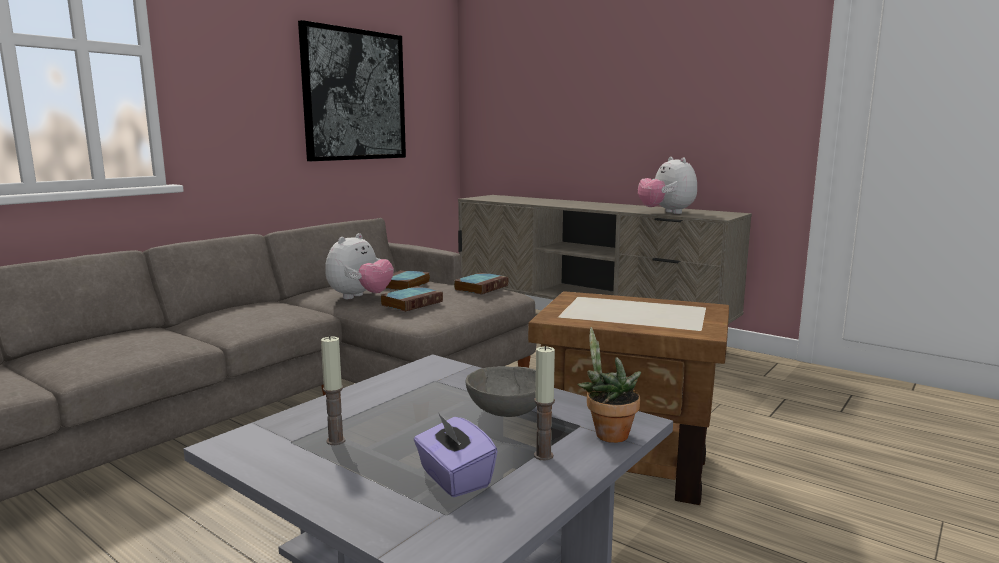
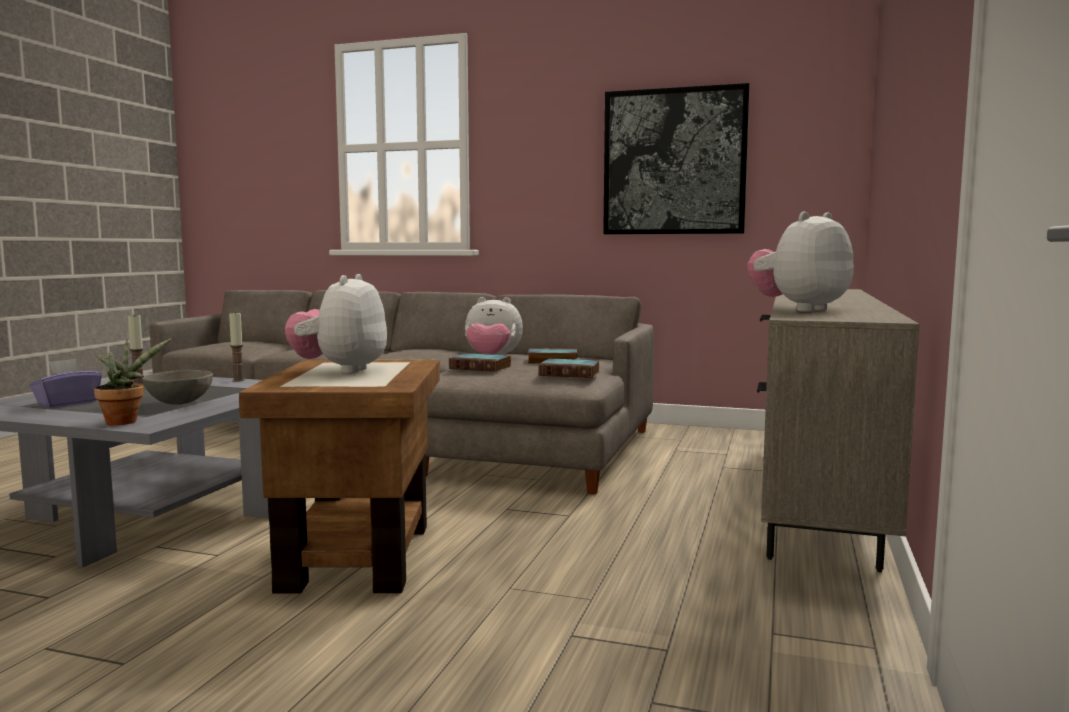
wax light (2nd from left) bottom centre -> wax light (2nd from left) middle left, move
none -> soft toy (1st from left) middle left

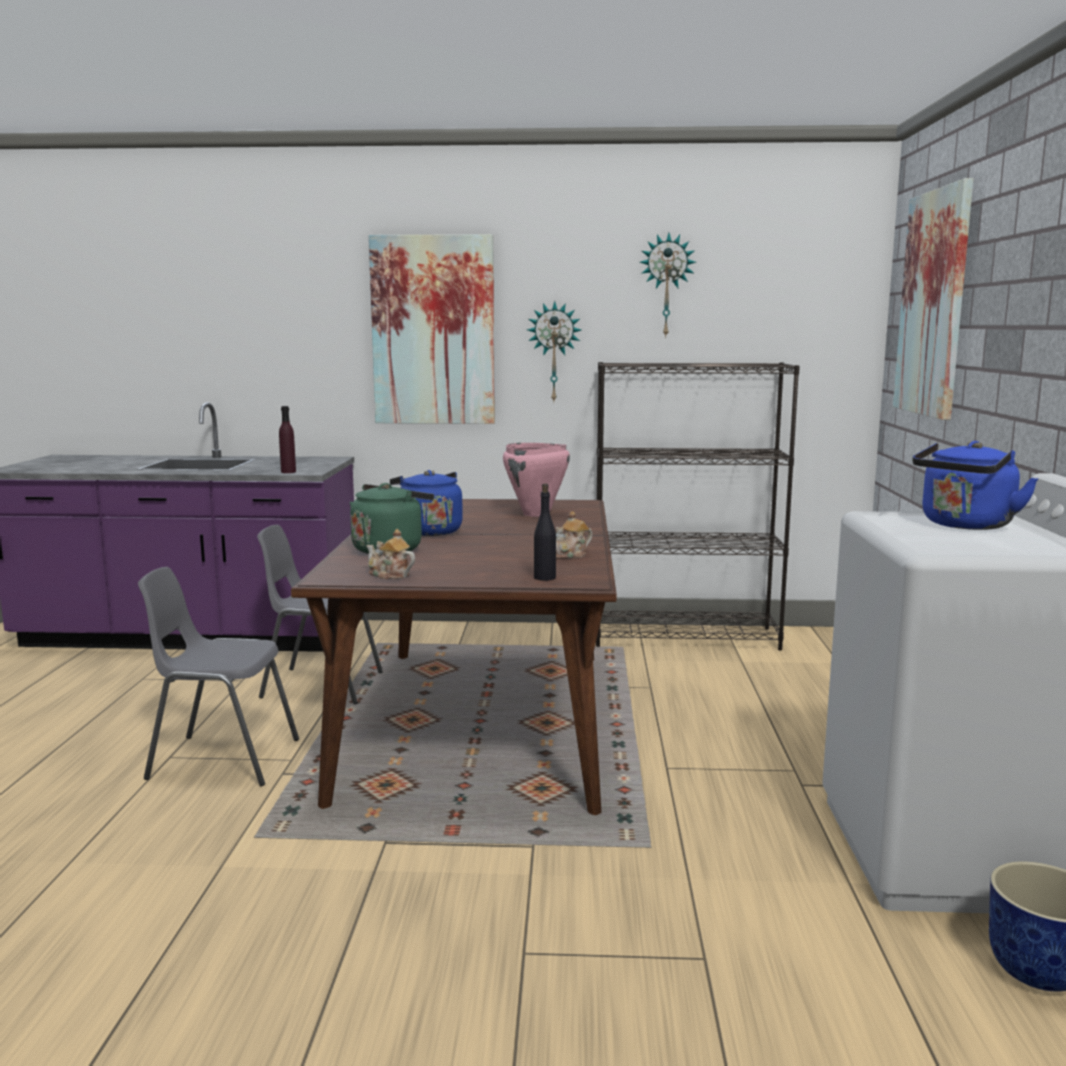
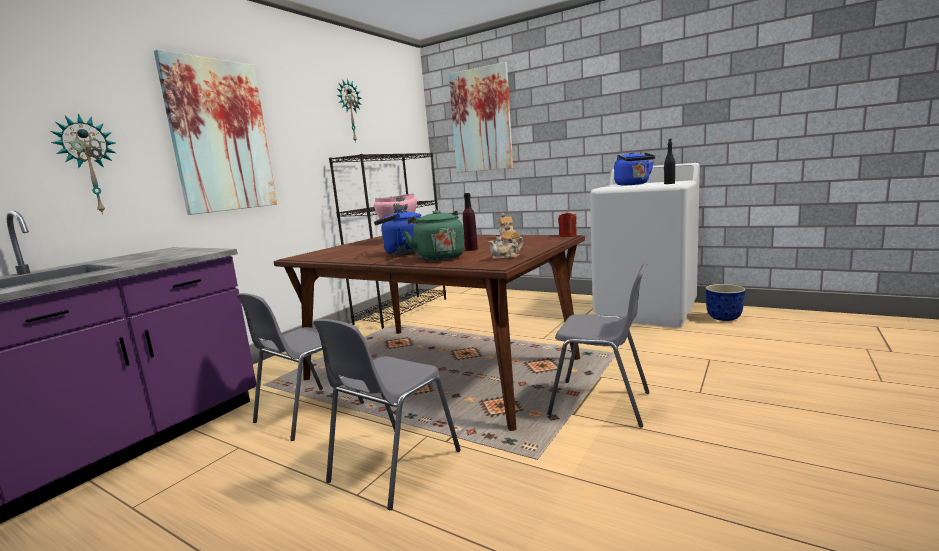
purple bottle middle left -> purple bottle centre, move
hanging clock (1st from left) top centre -> hanging clock (1st from left) top left, move
black-coloured bottle centre -> black-coloured bottle top right, move
none -> grey chair (3rd from left) centre
none -> reddish wax light centre

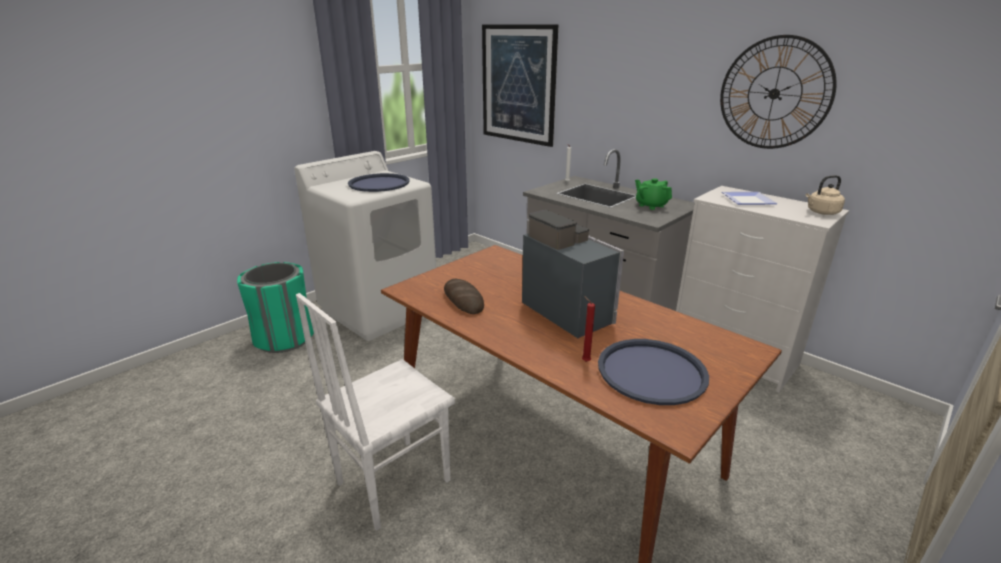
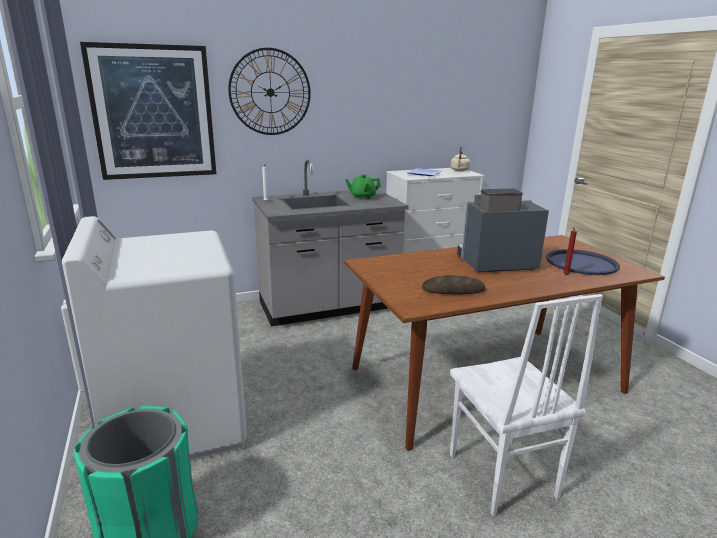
blue-coloured serving tray (1st from left) top centre -> none
hanging clock top right -> hanging clock top centre, move

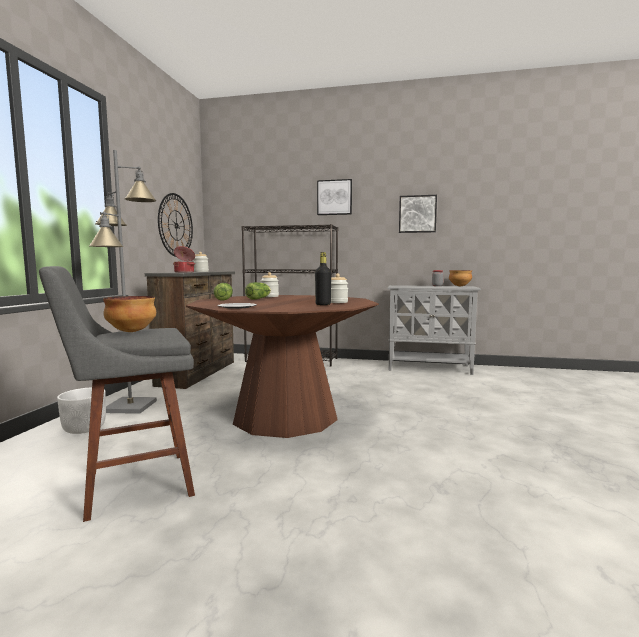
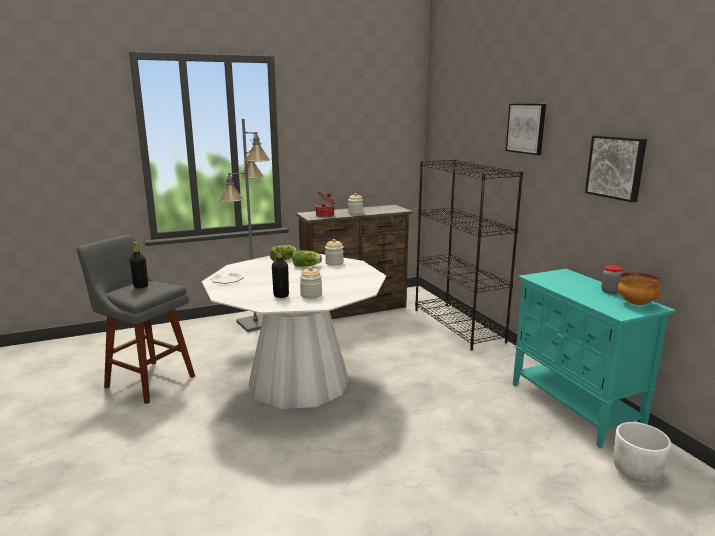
white-coloured plant pot middle left -> white-coloured plant pot bottom right, move
serving bowl (1st from left) middle left -> black-coloured bottle (1st from left) middle left
hanging clock middle left -> none
brown-coloured kitchen table centre -> white-coloured kitchen table centre
grey cupboard middle right -> blue-green cupboard bottom right

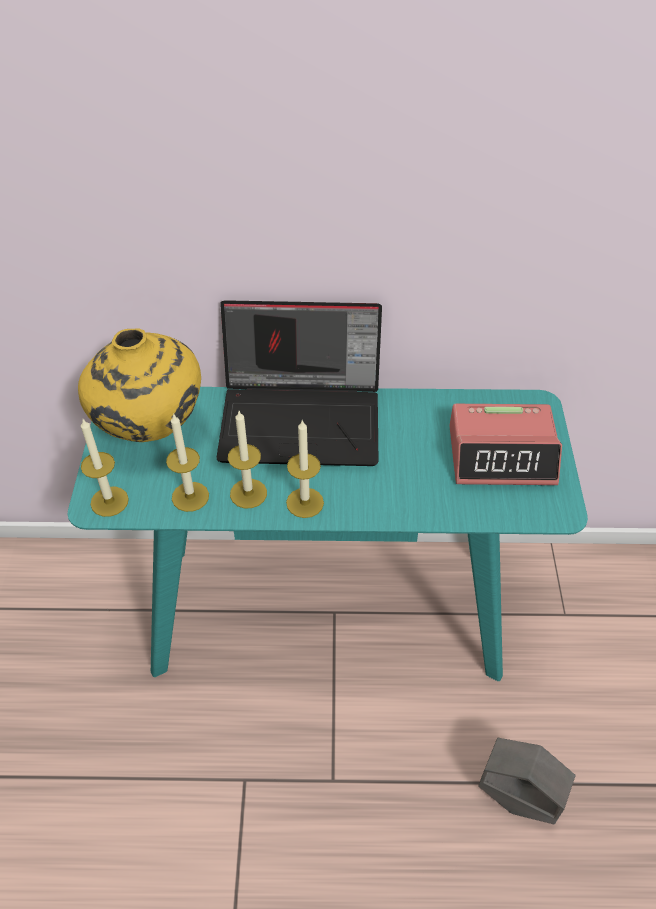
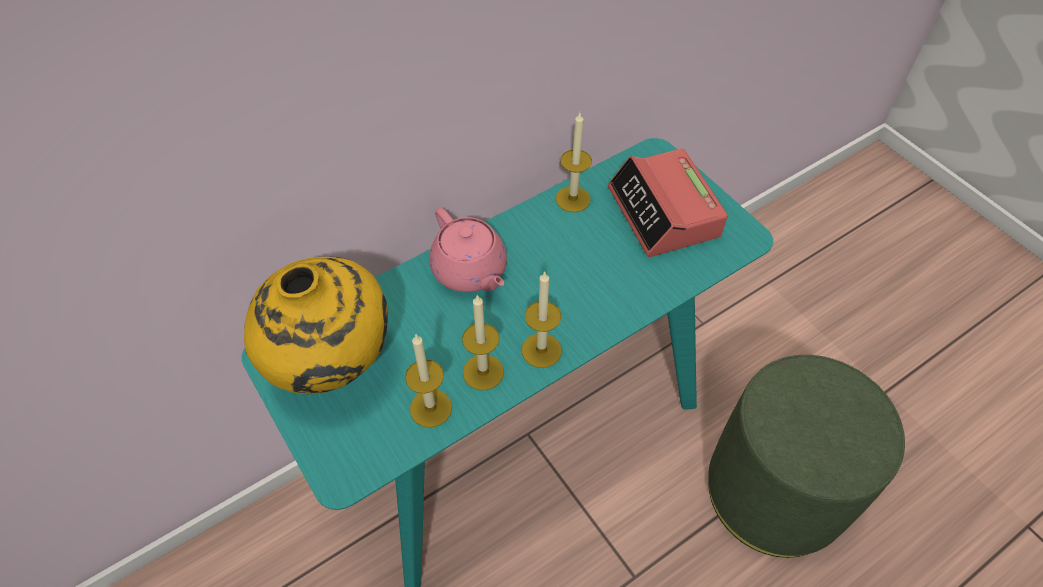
wax light (1st from left in the first image) middle left -> wax light (4th from left) top centre, move
portable computer centre -> pinkish teapot centre
alarm clock middle right -> alarm clock centre, 105 degrees clockwise
grey plant pot bottom right -> green ottoman bottom right

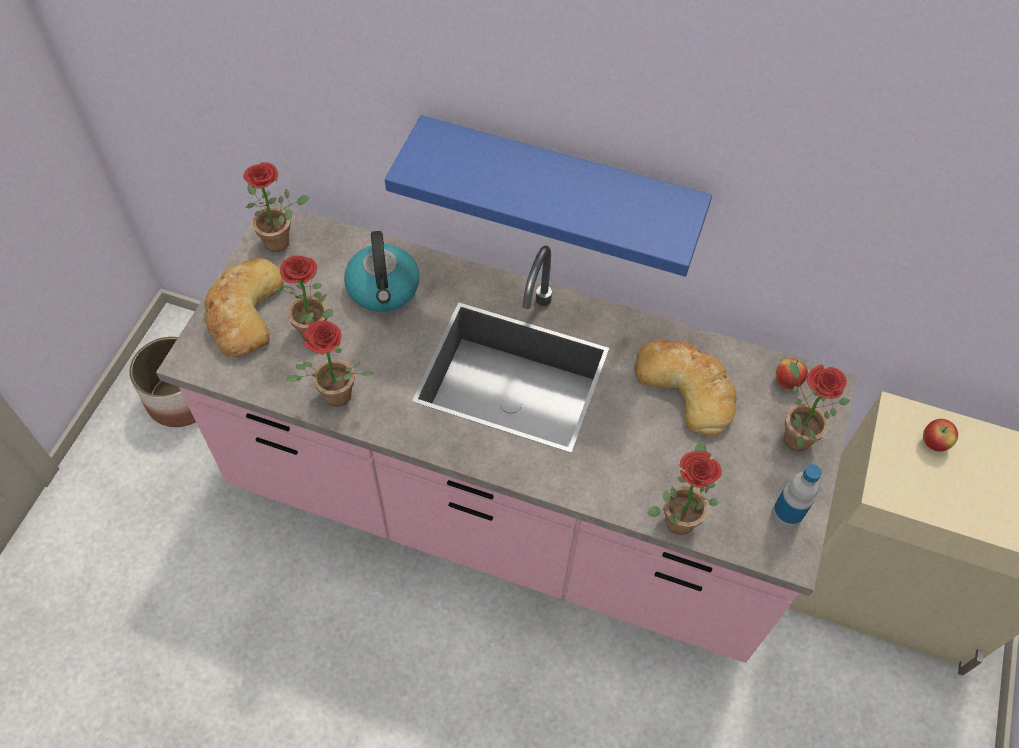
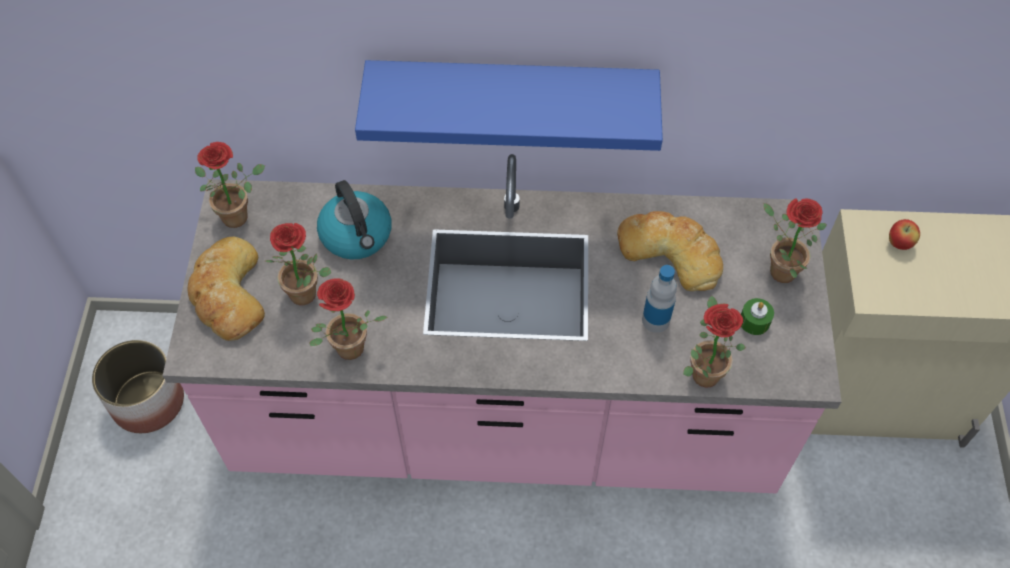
bottle middle right -> bottle centre, move
apple (1st from left) middle right -> none
none -> green wax light middle right

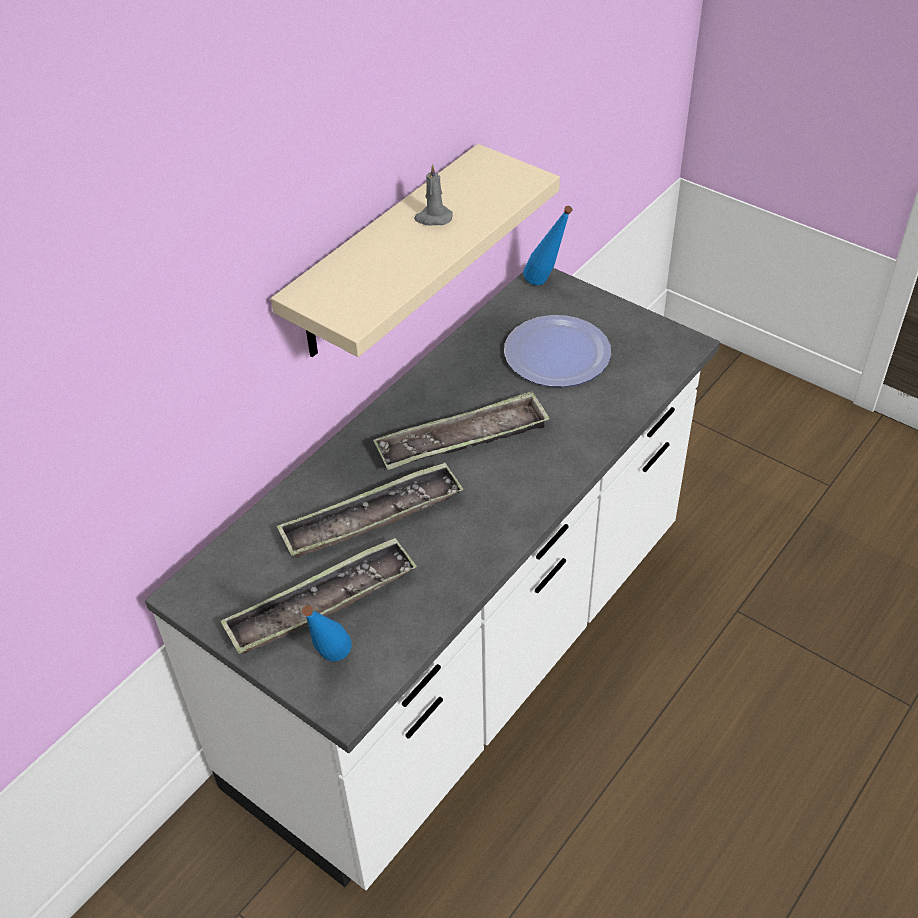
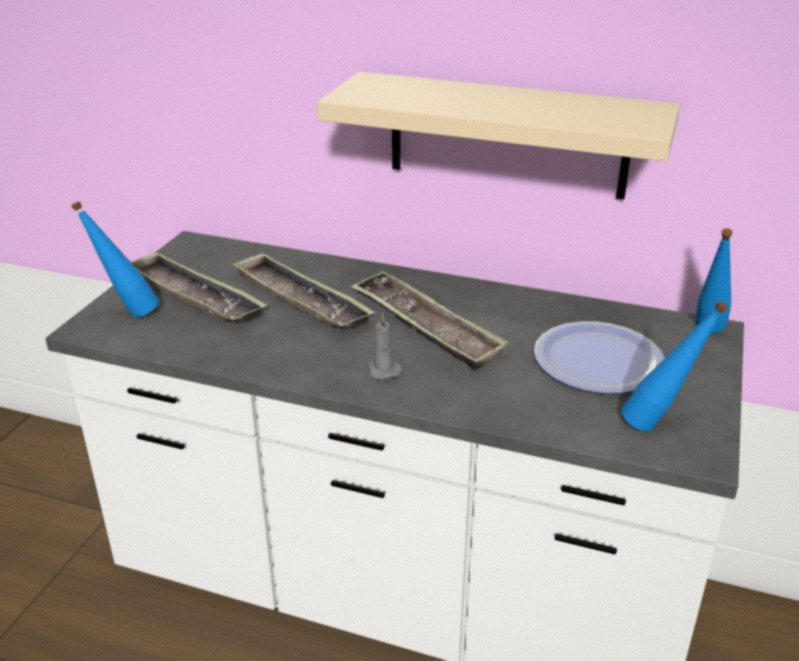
grey wax light top centre -> grey wax light centre, move
none -> blue-coloured bottle (2nd from left) middle right

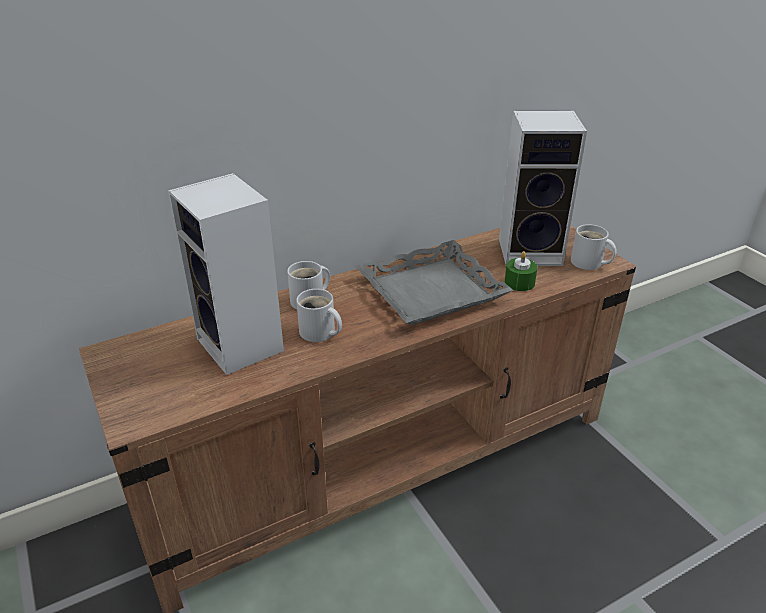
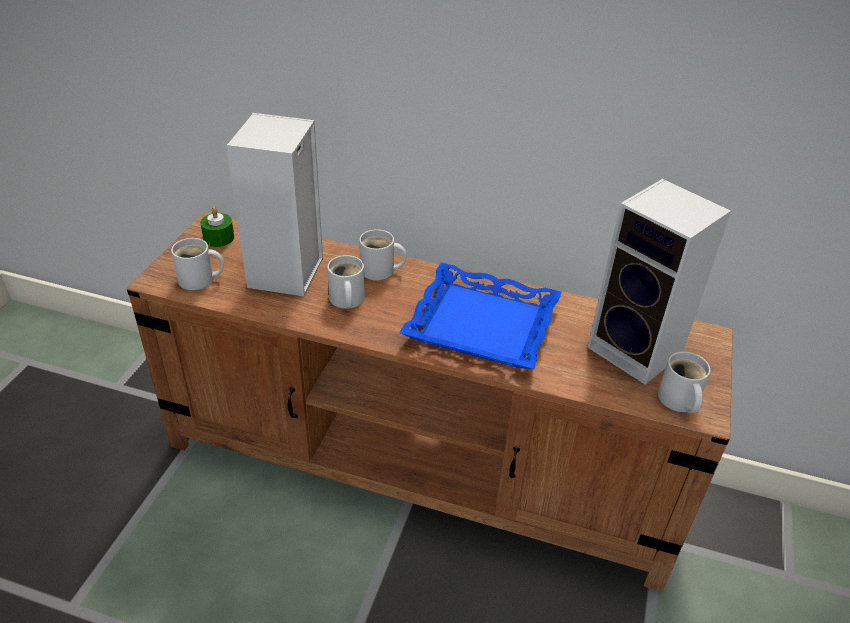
grey serving tray centre -> blue-coloured serving tray centre
green wax light middle right -> green wax light middle left, move
none -> white-coloured coffee mug (1st from left) middle left

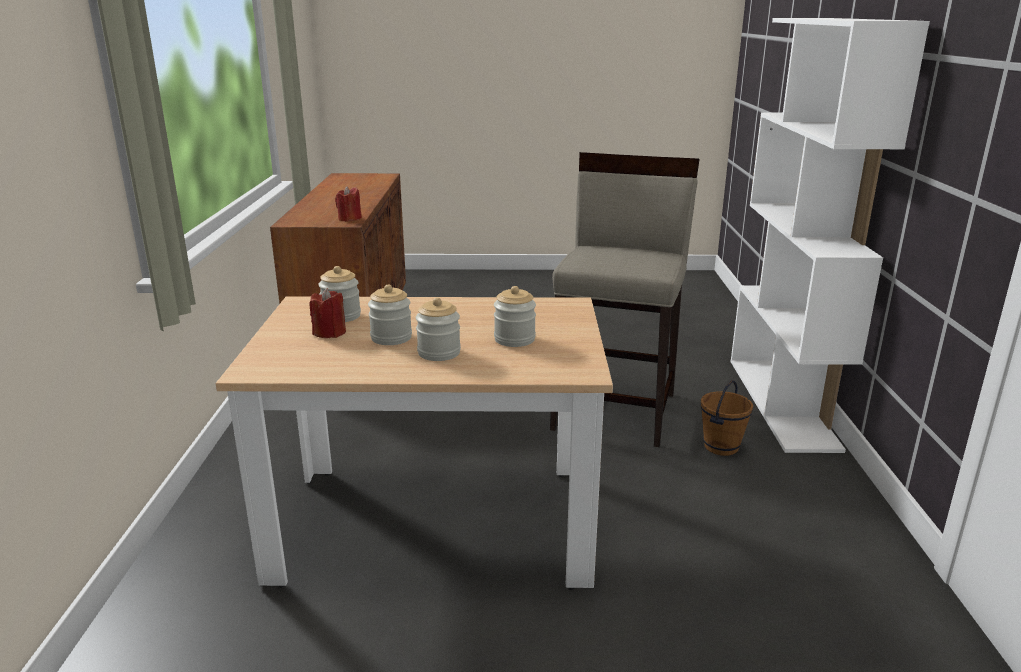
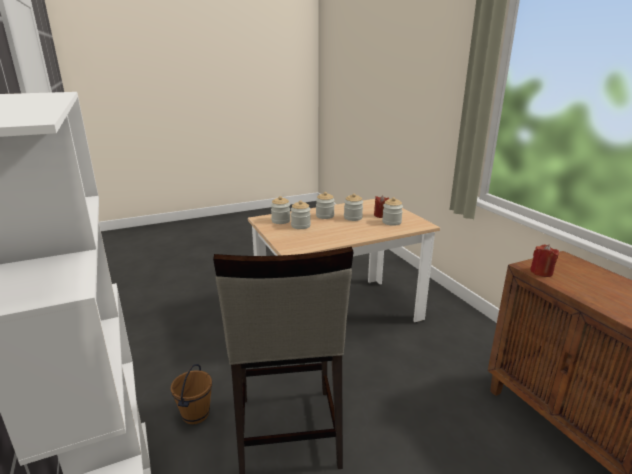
none -> jar (1st from left) centre

